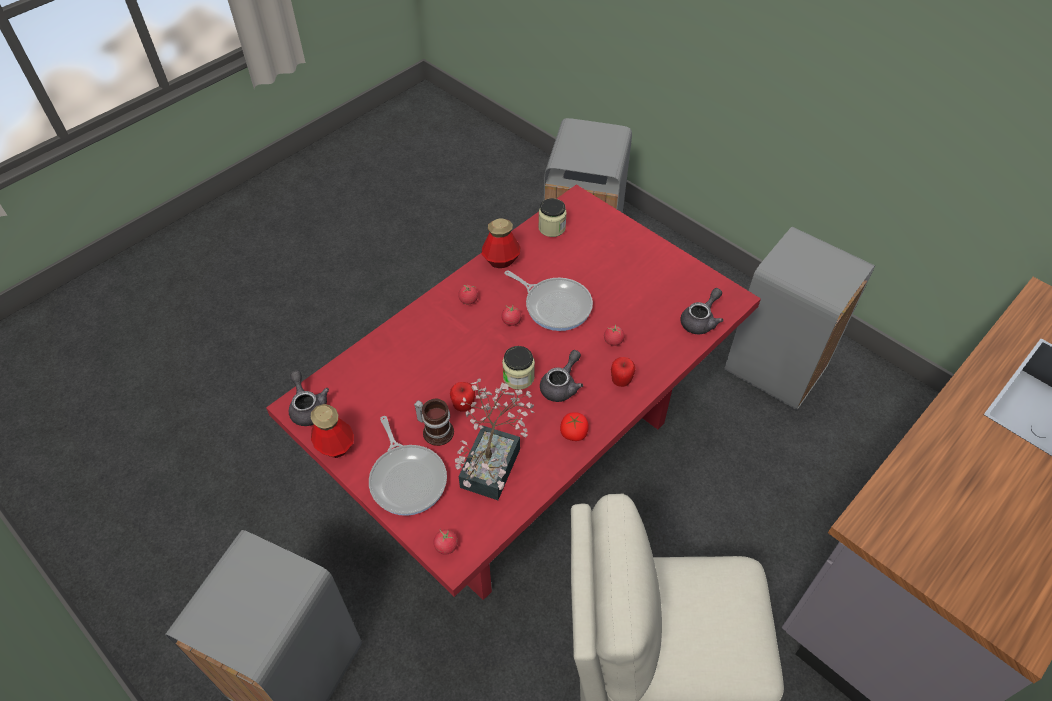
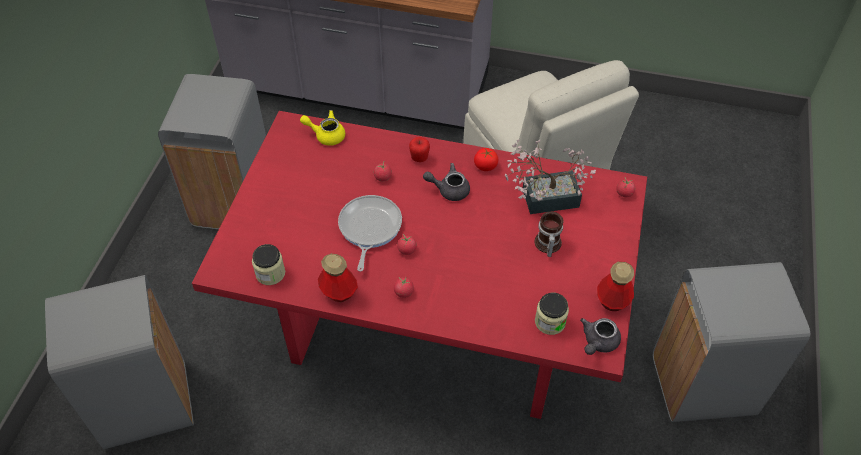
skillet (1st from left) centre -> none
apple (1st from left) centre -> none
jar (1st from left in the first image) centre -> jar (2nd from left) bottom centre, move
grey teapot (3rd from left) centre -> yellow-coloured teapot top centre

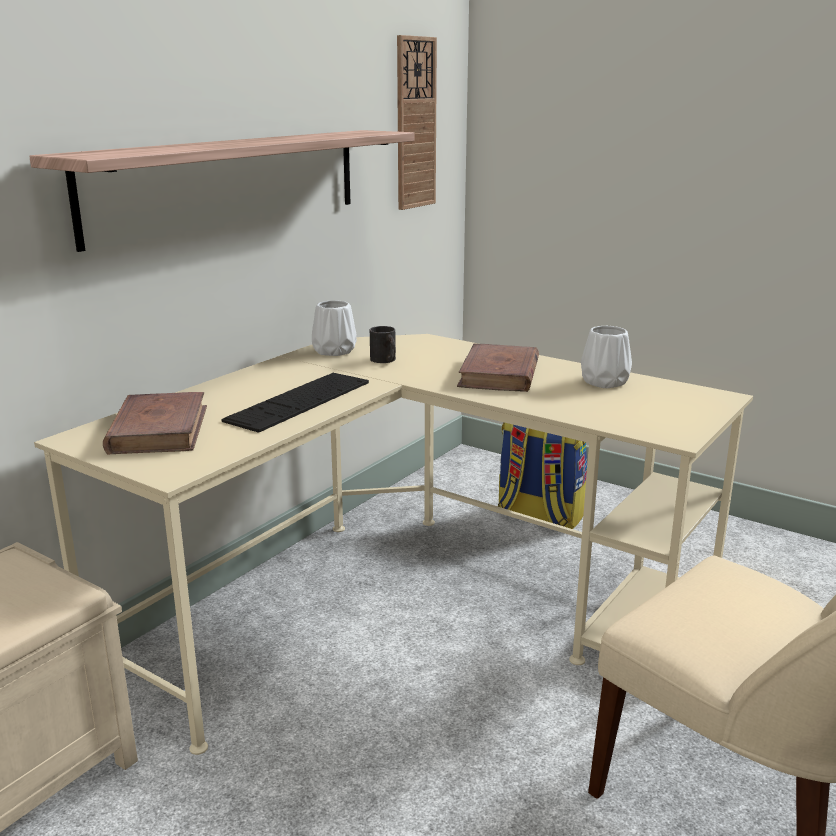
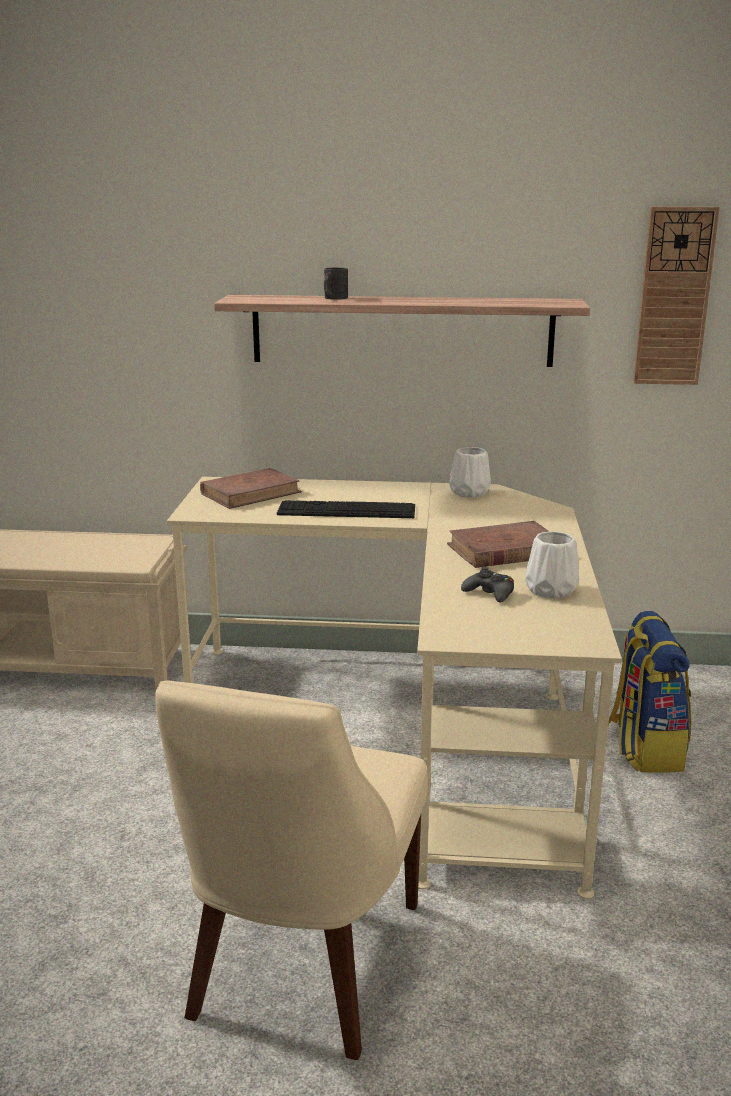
black-coloured coffee mug centre -> black-coloured coffee mug top centre, move
none -> black-coloured game controller centre

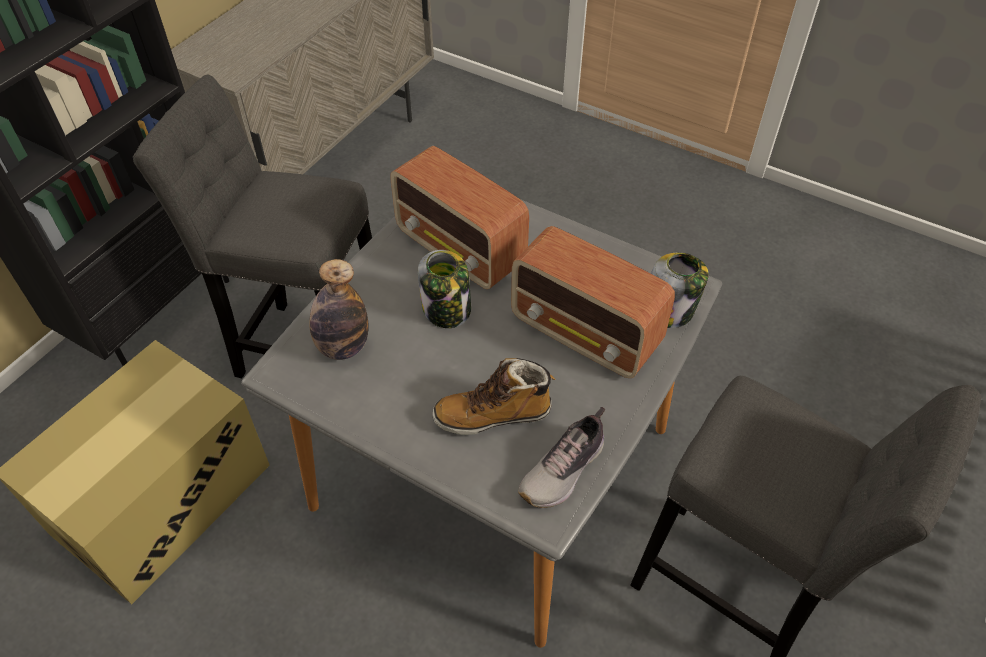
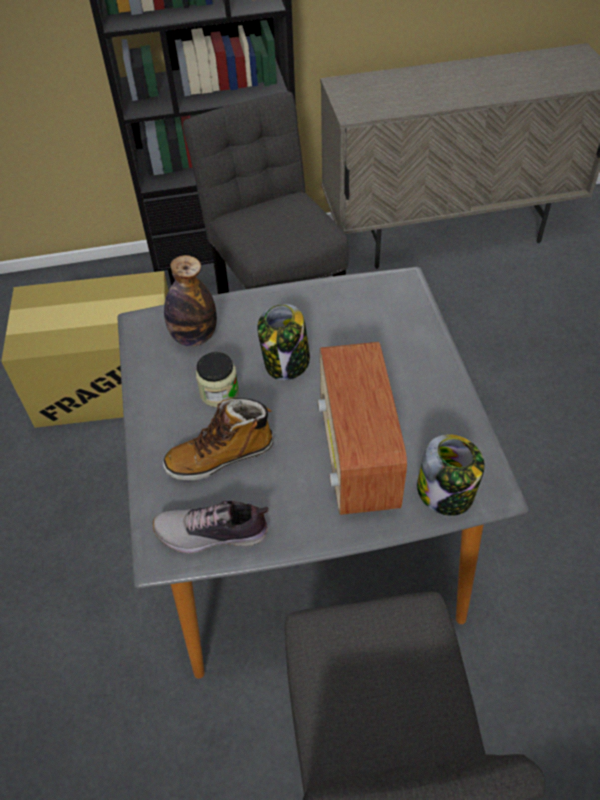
radio (1st from left) top centre -> none
tall boot centre, 60 degrees counterclockwise
none -> jar (1st from left) centre

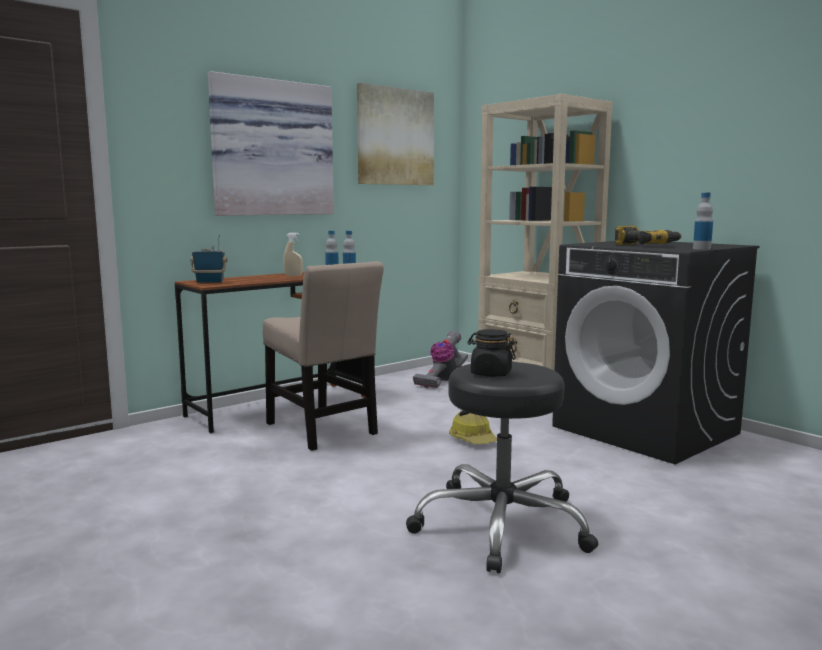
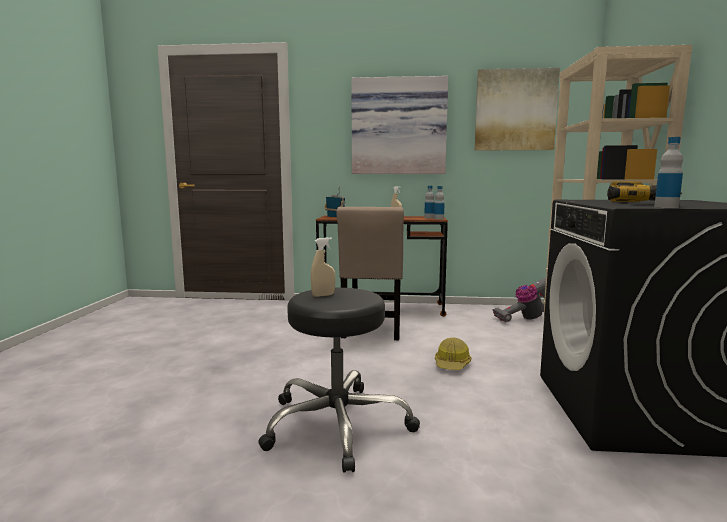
black-coloured jar centre -> sand-coloured sprayer (1st from left) centre

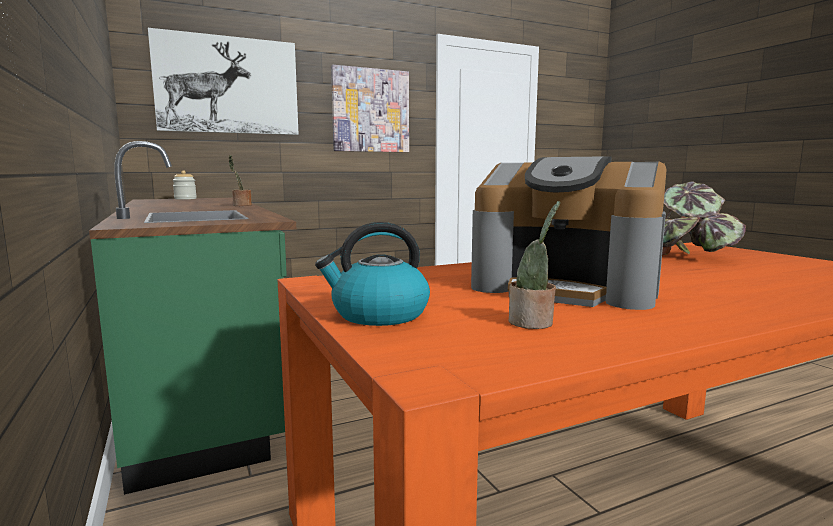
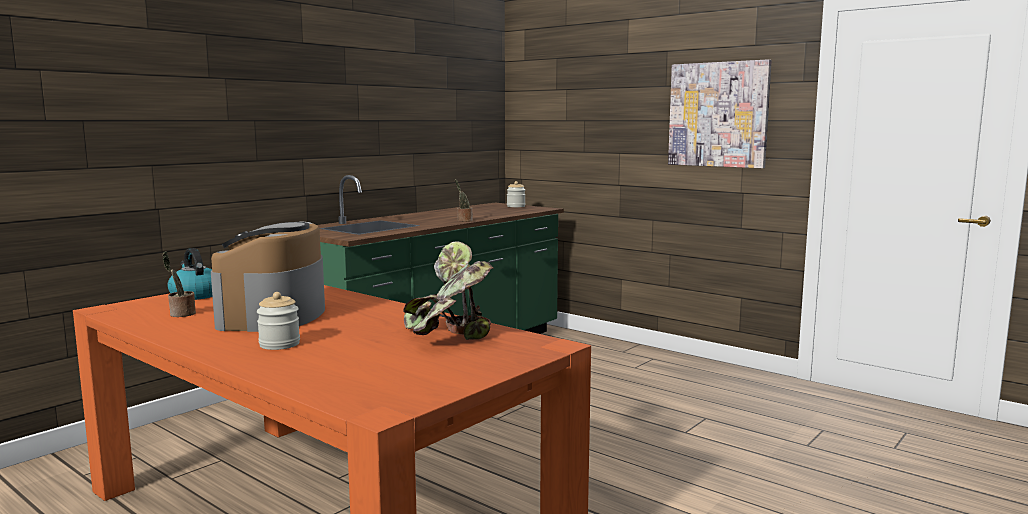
wall picture (1st from left) top left -> none
none -> jar (1st from left) middle left

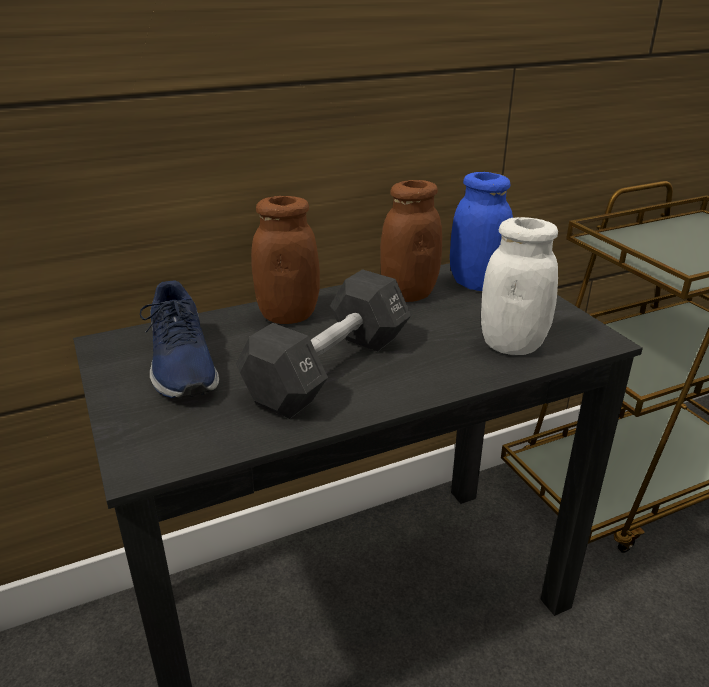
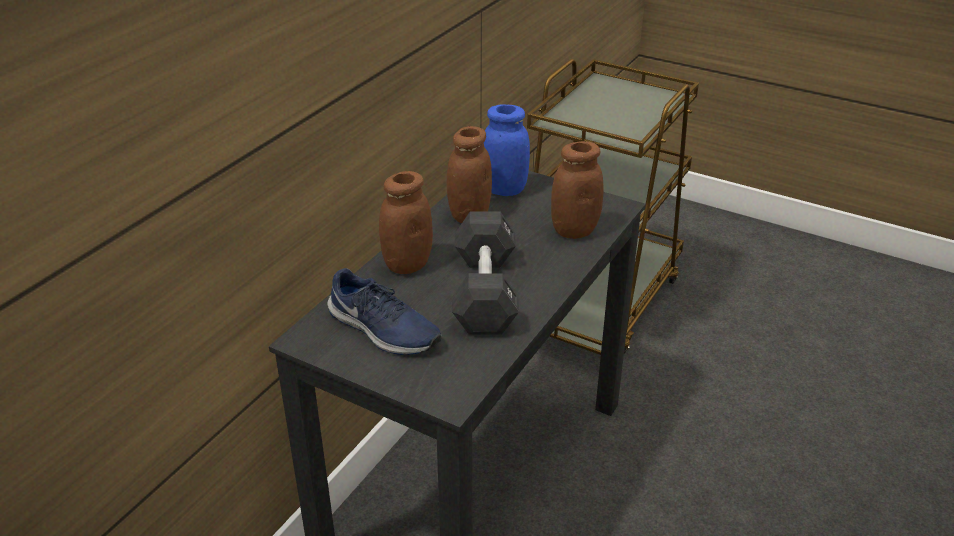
white-coloured jar middle right -> brown-coloured jar (3rd from left) centre

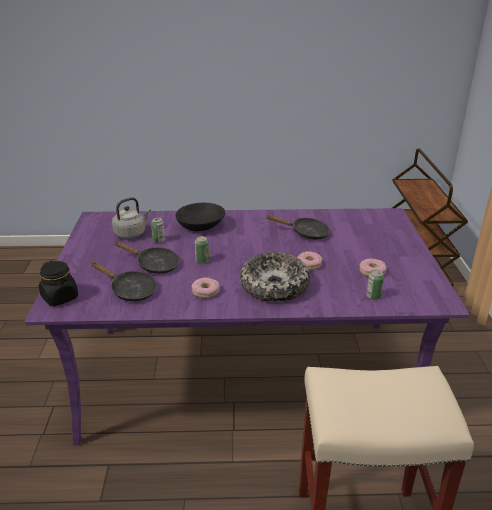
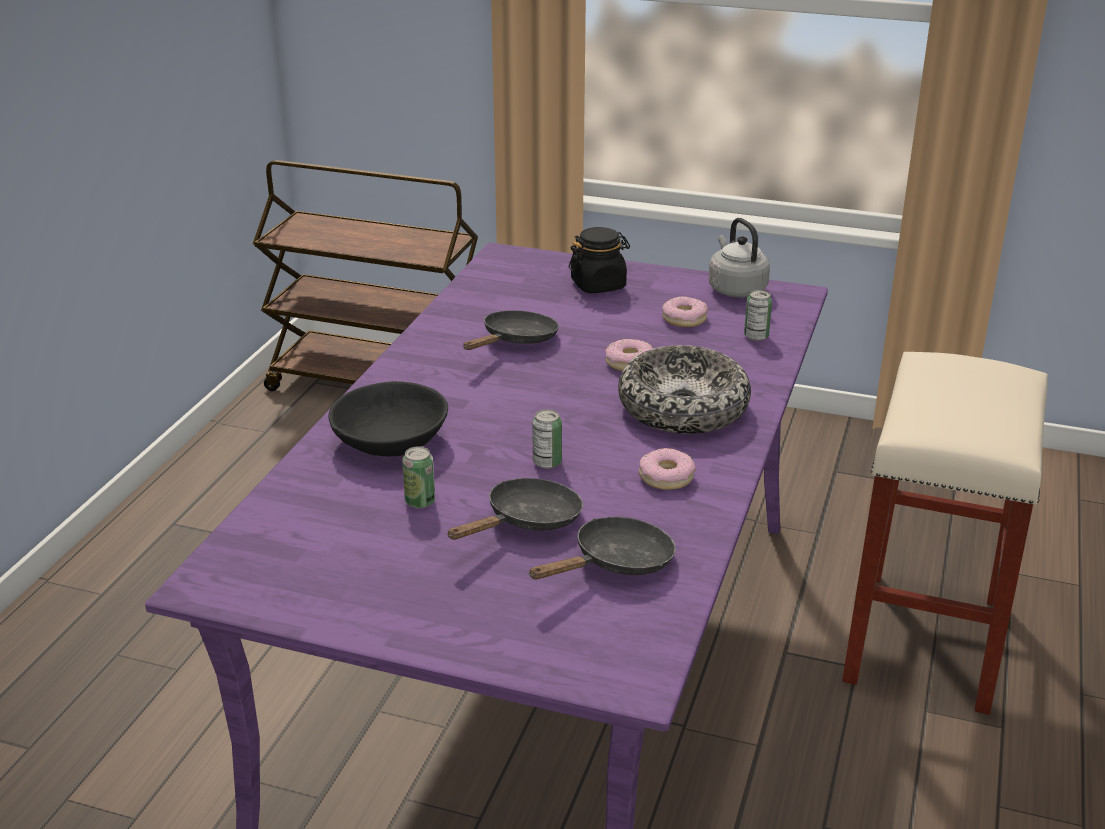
black-coloured jar middle left -> black-coloured jar top centre, move
grey tea kettle middle left -> grey tea kettle top right, move

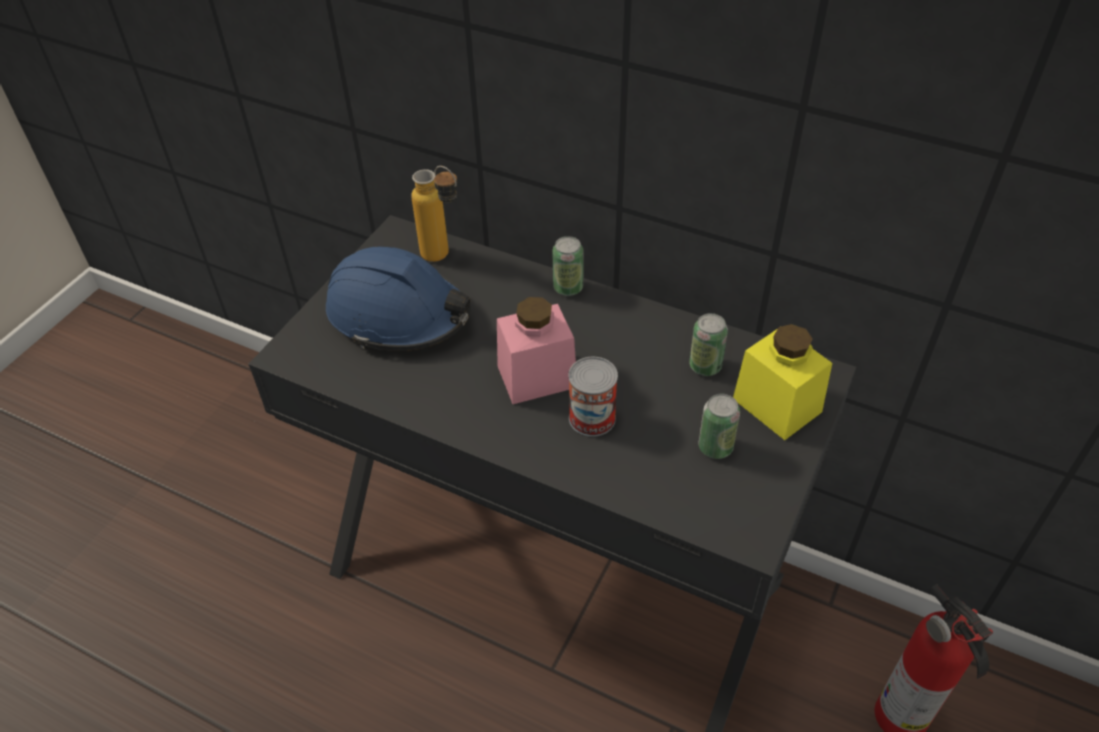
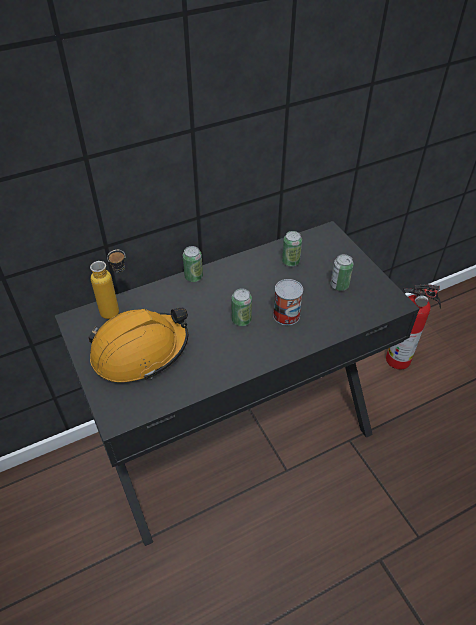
blue-coloured hard hat centre -> orangey hard hat middle left
pinkish jar centre -> sealed can (2nd from left) centre
yellow-coloured jar middle right -> none

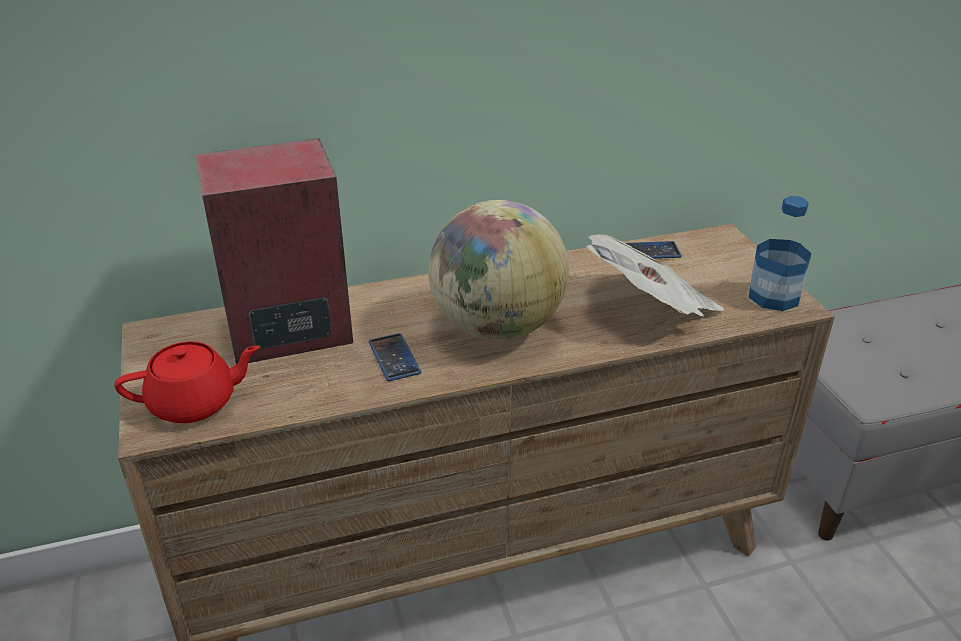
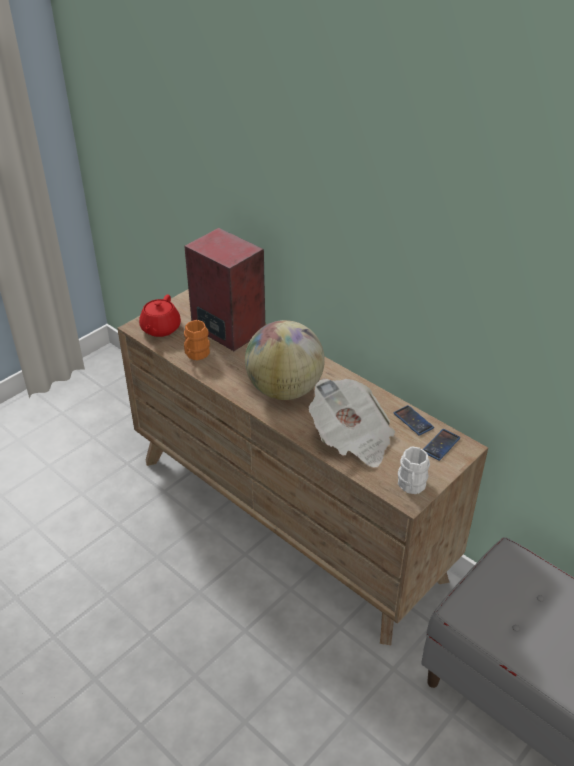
reddish teapot middle left, 60 degrees clockwise
phone (1st from left in the first image) centre -> phone (2nd from left) middle right, move
bottle middle right -> white-coloured coffee mug middle right
none -> orangey coffee mug centre

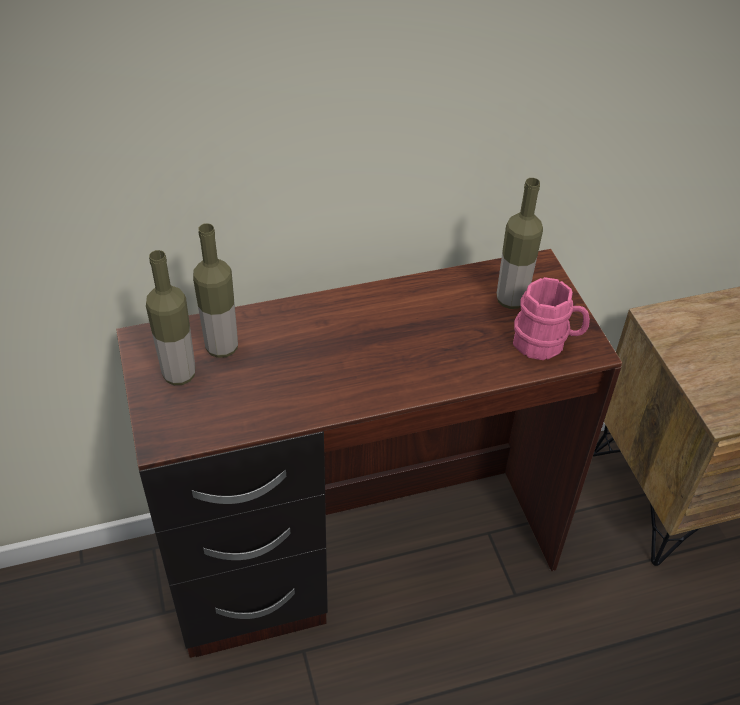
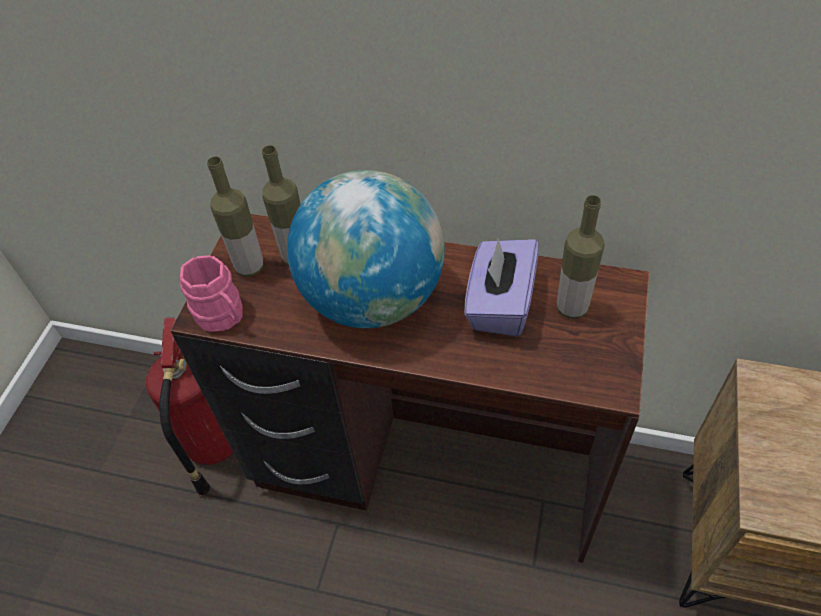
pinkish coffee mug middle right -> pinkish coffee mug middle left, move
none -> fire-fighting cylinder middle left
none -> world globe centre
none -> purple tissue holder centre

